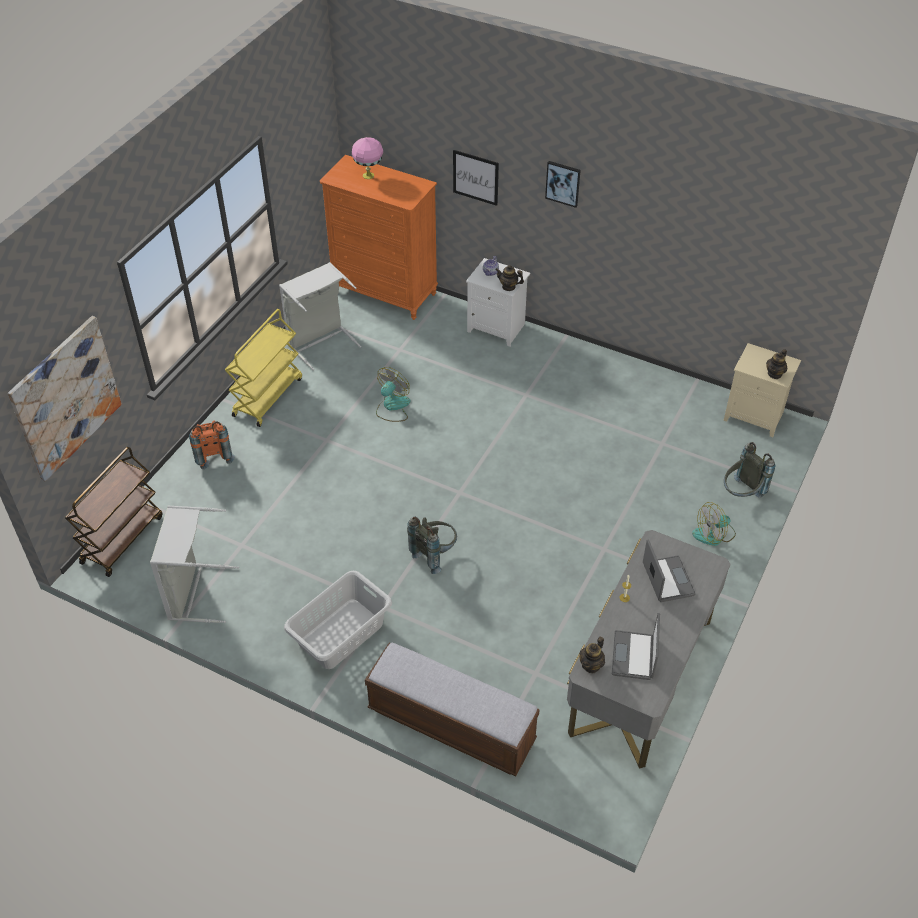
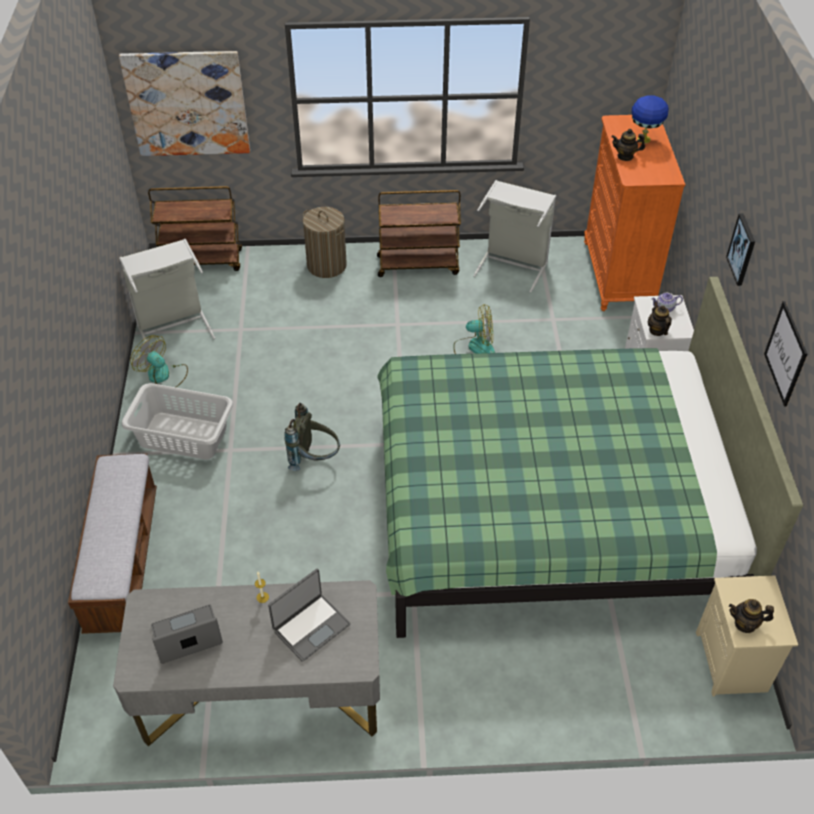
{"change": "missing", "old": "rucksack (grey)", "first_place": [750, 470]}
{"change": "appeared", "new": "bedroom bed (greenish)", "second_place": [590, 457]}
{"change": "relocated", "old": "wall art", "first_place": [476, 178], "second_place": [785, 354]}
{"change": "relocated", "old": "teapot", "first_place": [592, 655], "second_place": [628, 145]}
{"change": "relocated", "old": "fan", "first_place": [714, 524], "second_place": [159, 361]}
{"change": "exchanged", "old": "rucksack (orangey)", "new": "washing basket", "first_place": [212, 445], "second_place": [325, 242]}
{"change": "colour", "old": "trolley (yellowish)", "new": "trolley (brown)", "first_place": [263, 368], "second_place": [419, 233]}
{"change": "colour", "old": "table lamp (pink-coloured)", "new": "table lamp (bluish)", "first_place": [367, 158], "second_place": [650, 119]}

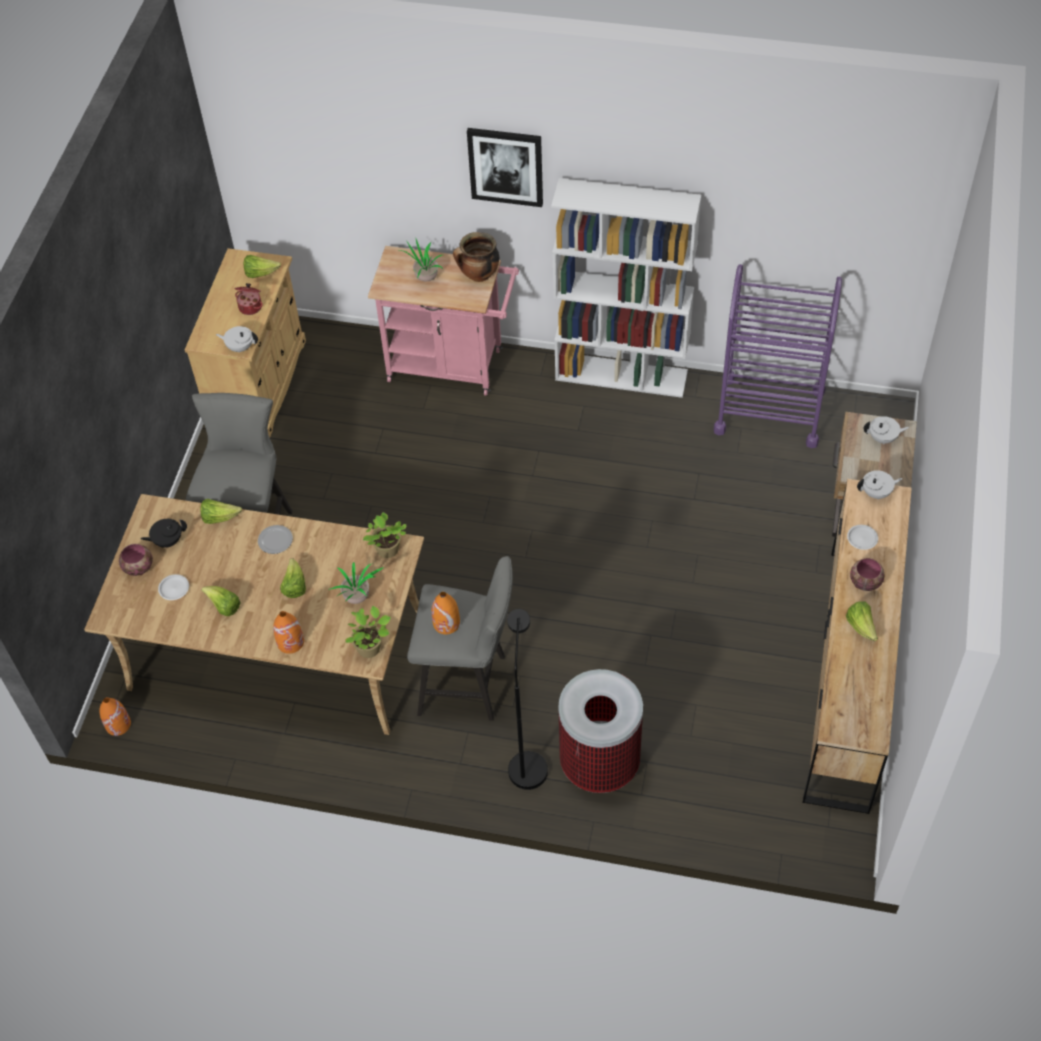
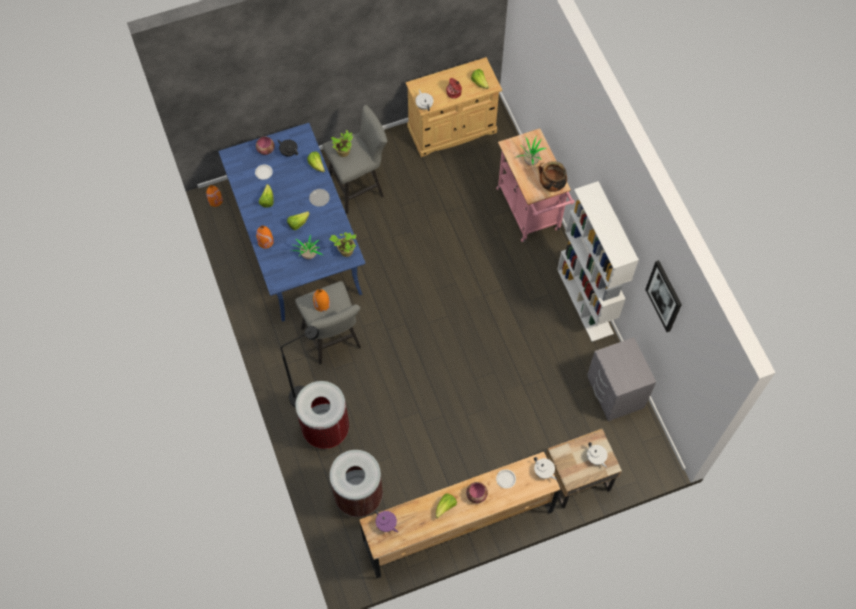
{"change": "appeared", "new": "trash can (brown)", "second_place": [356, 483]}
{"change": "appeared", "new": "teapot (purple-coloured)", "second_place": [386, 521]}
{"change": "relocated", "old": "houseplant", "first_place": [368, 632], "second_place": [342, 143]}
{"change": "relocated", "old": "wall art", "first_place": [505, 167], "second_place": [663, 296]}
{"change": "exchanged", "old": "trolley (purple-coloured)", "new": "night table (grey)", "first_place": [777, 356], "second_place": [621, 379]}
{"change": "colour", "old": "dinner table (beige)", "new": "dinner table (bluish)", "first_place": [254, 614], "second_place": [292, 222]}

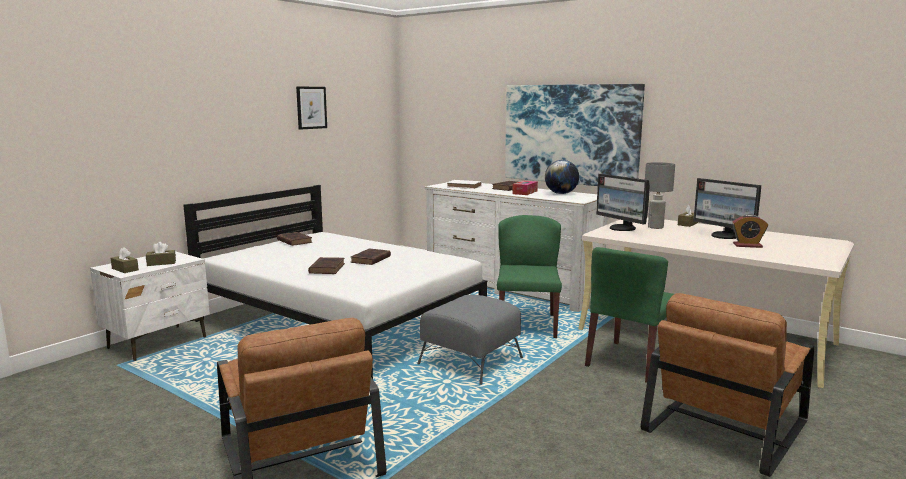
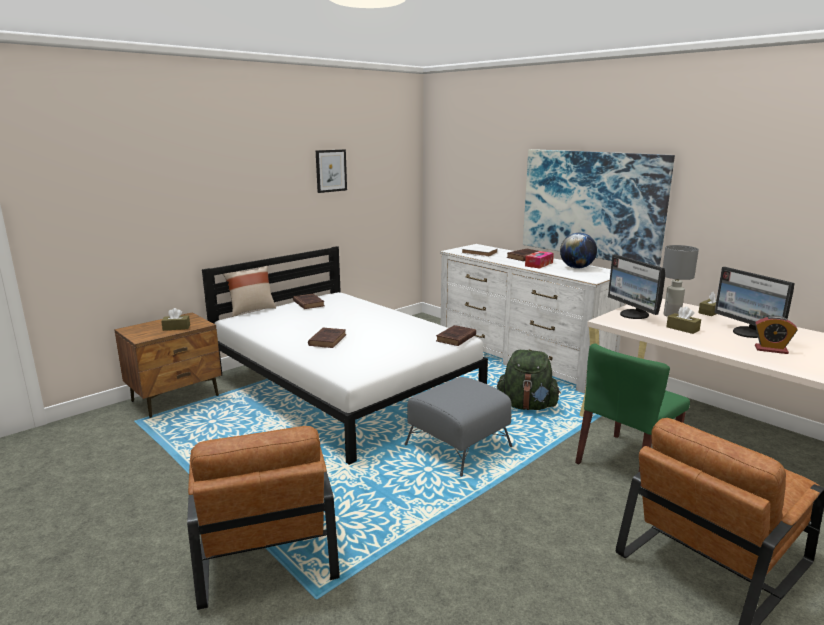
{"change": "appeared", "new": "throw pillow (beige)", "second_place": [249, 291]}
{"change": "relocated", "old": "box of tissues (brown)", "first_place": [125, 260], "second_place": [683, 320]}
{"change": "relocated", "old": "book (brown)", "first_place": [371, 256], "second_place": [456, 335]}
{"change": "exchanged", "old": "upright chair (greenish)", "new": "rucksack (greenish)", "first_place": [529, 276], "second_place": [529, 380]}
{"change": "colour", "old": "night table (whitish)", "new": "night table (brown)", "first_place": [150, 306], "second_place": [168, 365]}

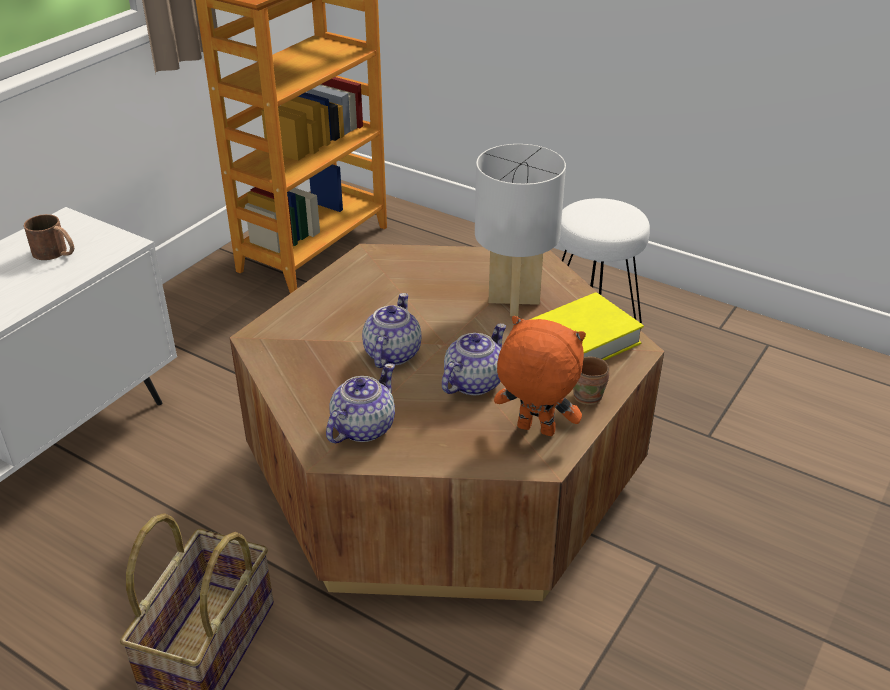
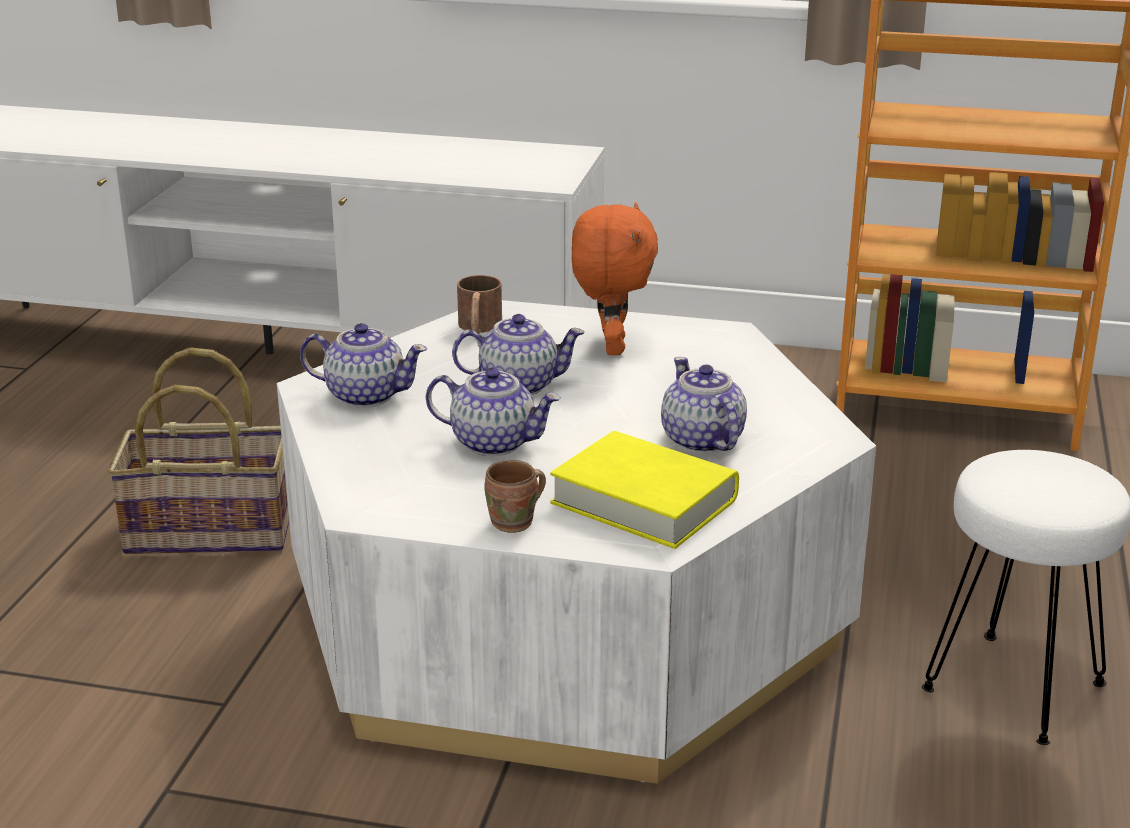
{"change": "relocated", "old": "mug (brown)", "first_place": [49, 237], "second_place": [479, 304]}
{"change": "relocated", "old": "plush toy (orangey)", "first_place": [540, 376], "second_place": [615, 278]}
{"change": "exchanged", "old": "table lamp (whitish)", "new": "teapot", "first_place": [520, 230], "second_place": [704, 405]}
{"change": "colour", "old": "low table (brown)", "new": "low table (whitish)", "first_place": [447, 422], "second_place": [576, 542]}

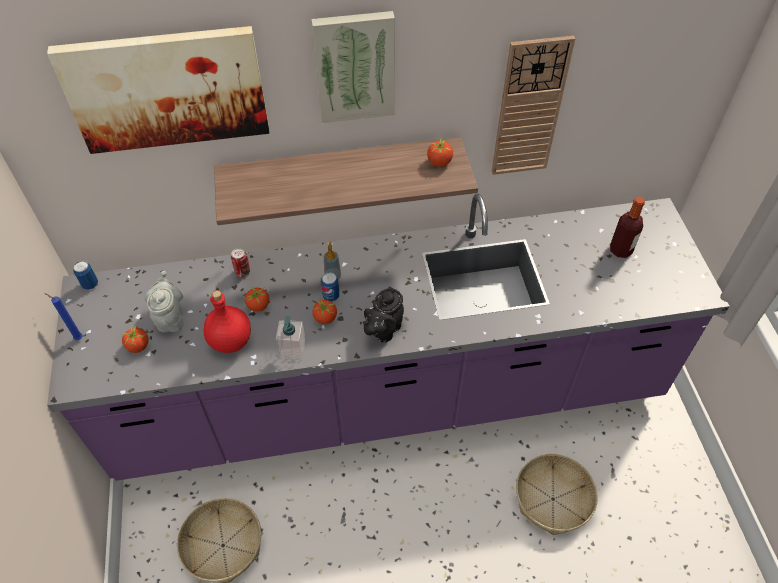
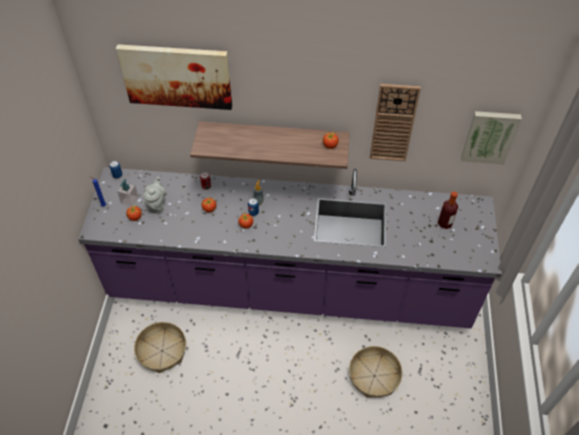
{"change": "missing", "old": "beverage bottle (reddish)", "first_place": [227, 321]}
{"change": "missing", "old": "teapot (black)", "first_place": [383, 315]}
{"change": "relocated", "old": "liquid soap bottle", "first_place": [291, 337], "second_place": [128, 192]}
{"change": "relocated", "old": "wall art", "first_place": [353, 67], "second_place": [491, 137]}

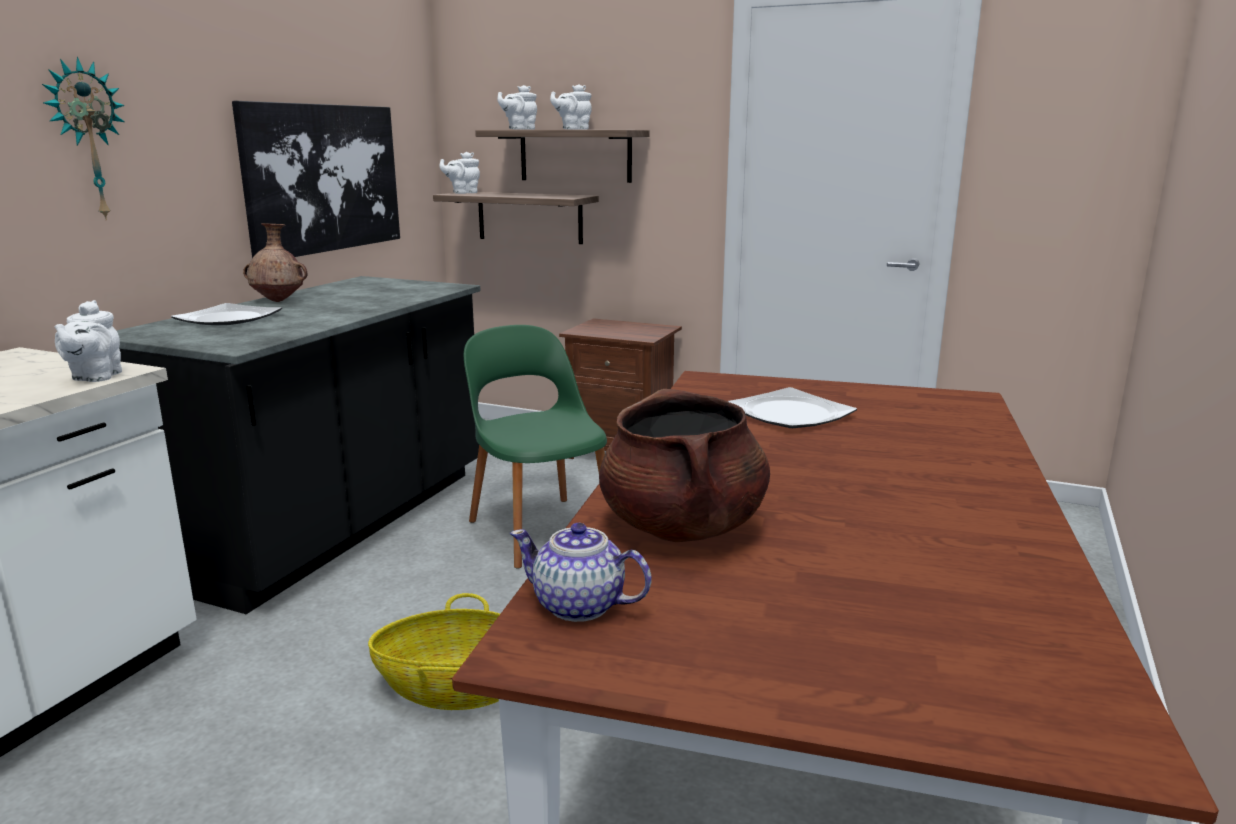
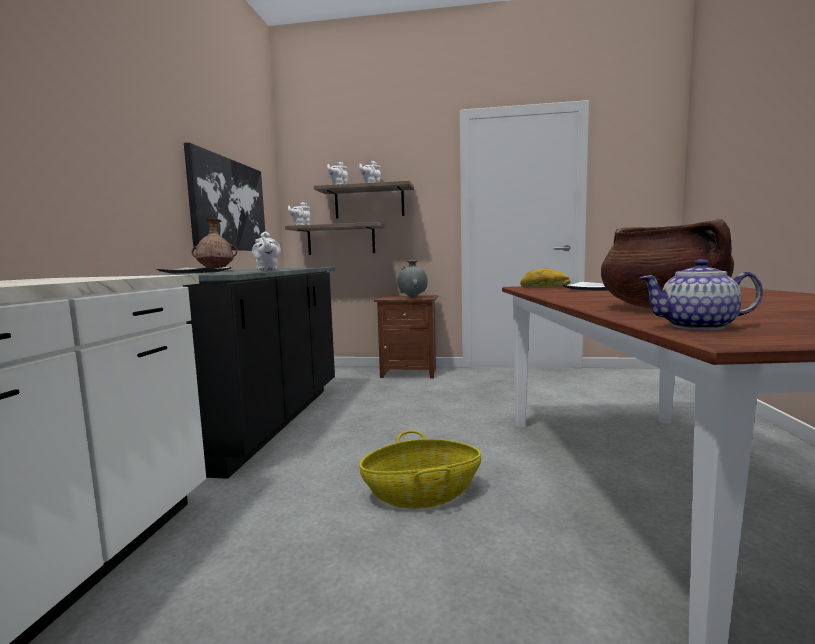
{"change": "missing", "old": "hanging clock", "first_place": [83, 138]}
{"change": "missing", "old": "upright chair (greenish)", "first_place": [535, 447]}
{"change": "appeared", "new": "vase (grey)", "second_place": [413, 279]}
{"change": "appeared", "new": "baked bread", "second_place": [545, 278]}
{"change": "relocated", "old": "teapot (whitish)", "first_place": [88, 341], "second_place": [266, 251]}

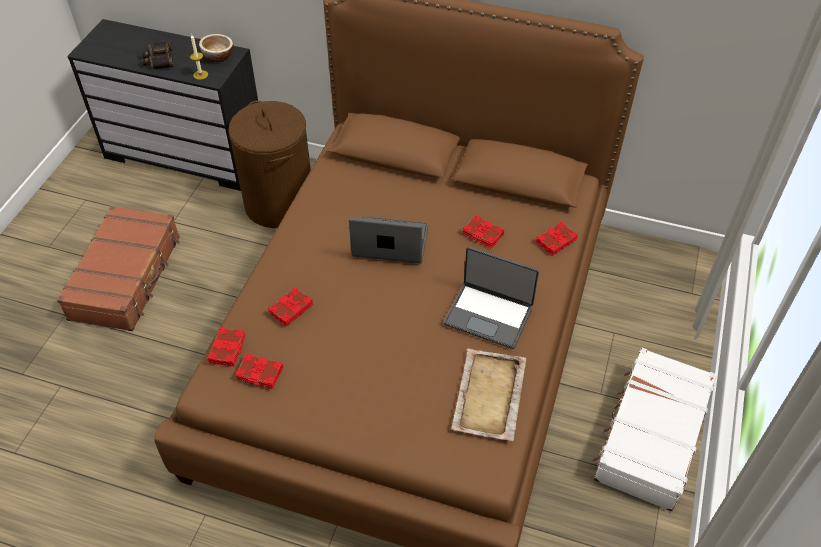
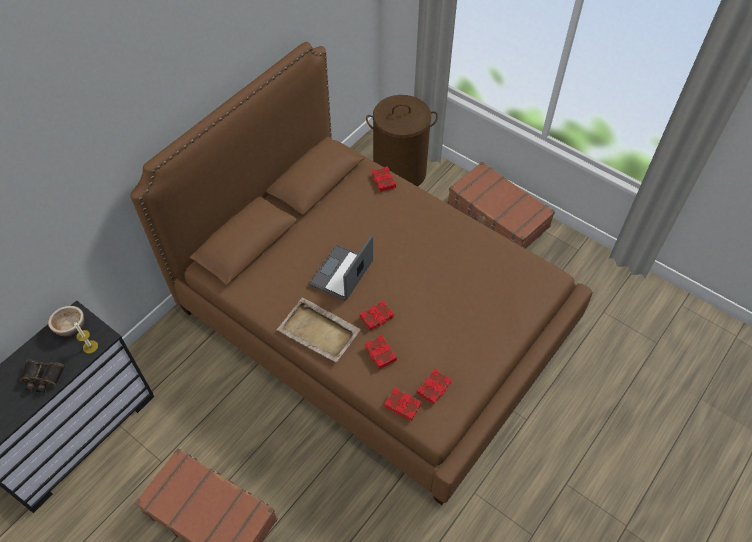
{"change": "missing", "old": "portable computer", "first_place": [491, 297]}
{"change": "relocated", "old": "washing basket (brown)", "first_place": [269, 164], "second_place": [402, 141]}
{"change": "relocated", "old": "serving tray (beige)", "first_place": [488, 394], "second_place": [318, 330]}
{"change": "relocated", "old": "book (reddish)", "first_place": [483, 231], "second_place": [377, 315]}
{"change": "colour", "old": "piece of luggage (whitish)", "new": "piece of luggage (brown)", "first_place": [654, 430], "second_place": [501, 205]}

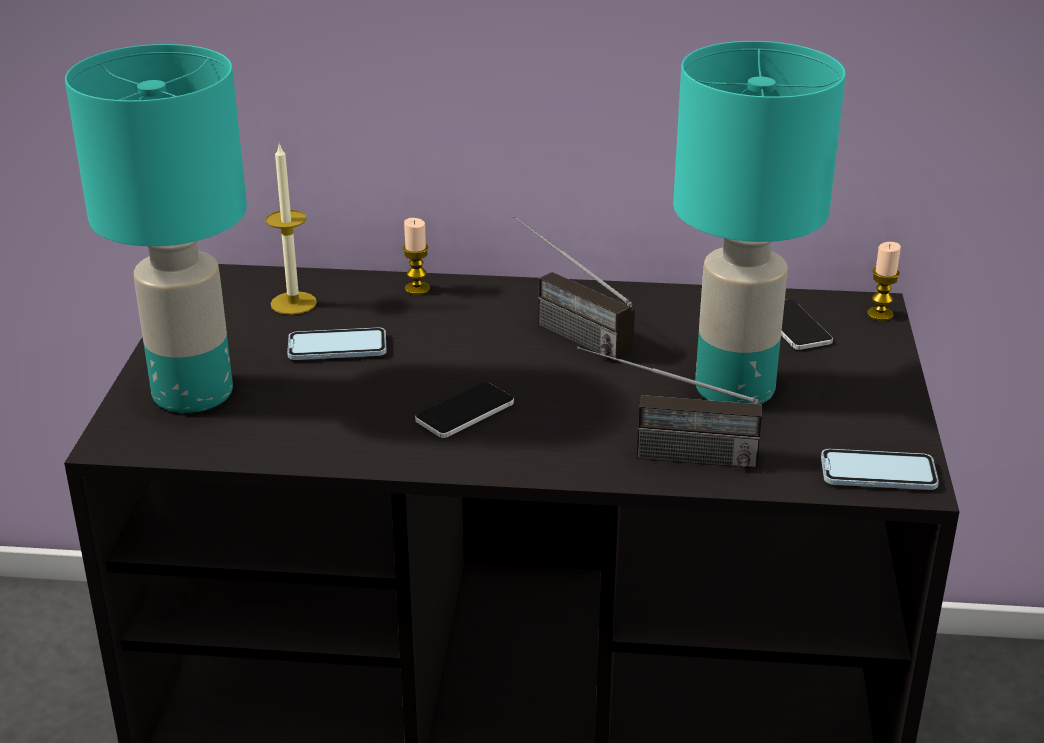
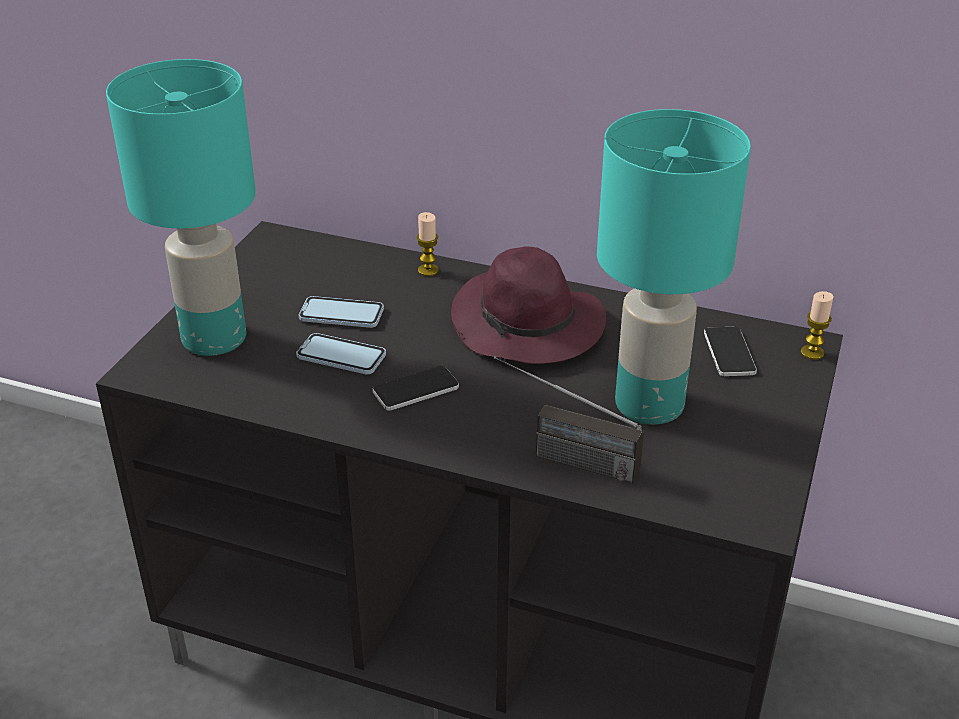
{"change": "missing", "old": "wax candle", "first_place": [291, 229]}
{"change": "relocated", "old": "telephone", "first_place": [880, 469], "second_place": [341, 353]}
{"change": "exchanged", "old": "radio", "new": "hat (purple-coloured)", "first_place": [574, 288], "second_place": [528, 305]}

